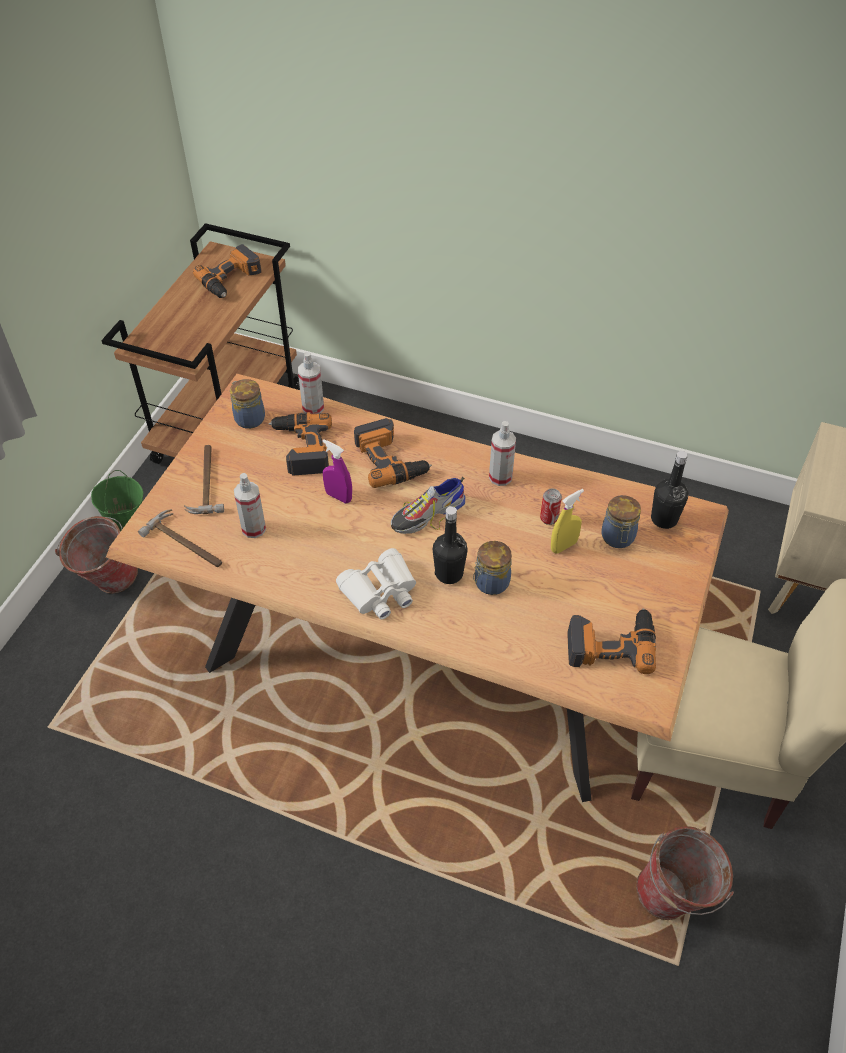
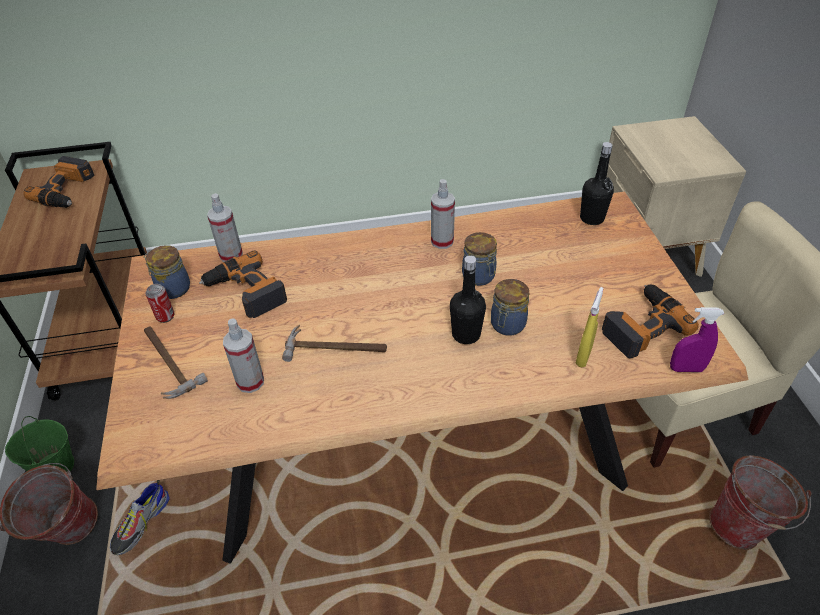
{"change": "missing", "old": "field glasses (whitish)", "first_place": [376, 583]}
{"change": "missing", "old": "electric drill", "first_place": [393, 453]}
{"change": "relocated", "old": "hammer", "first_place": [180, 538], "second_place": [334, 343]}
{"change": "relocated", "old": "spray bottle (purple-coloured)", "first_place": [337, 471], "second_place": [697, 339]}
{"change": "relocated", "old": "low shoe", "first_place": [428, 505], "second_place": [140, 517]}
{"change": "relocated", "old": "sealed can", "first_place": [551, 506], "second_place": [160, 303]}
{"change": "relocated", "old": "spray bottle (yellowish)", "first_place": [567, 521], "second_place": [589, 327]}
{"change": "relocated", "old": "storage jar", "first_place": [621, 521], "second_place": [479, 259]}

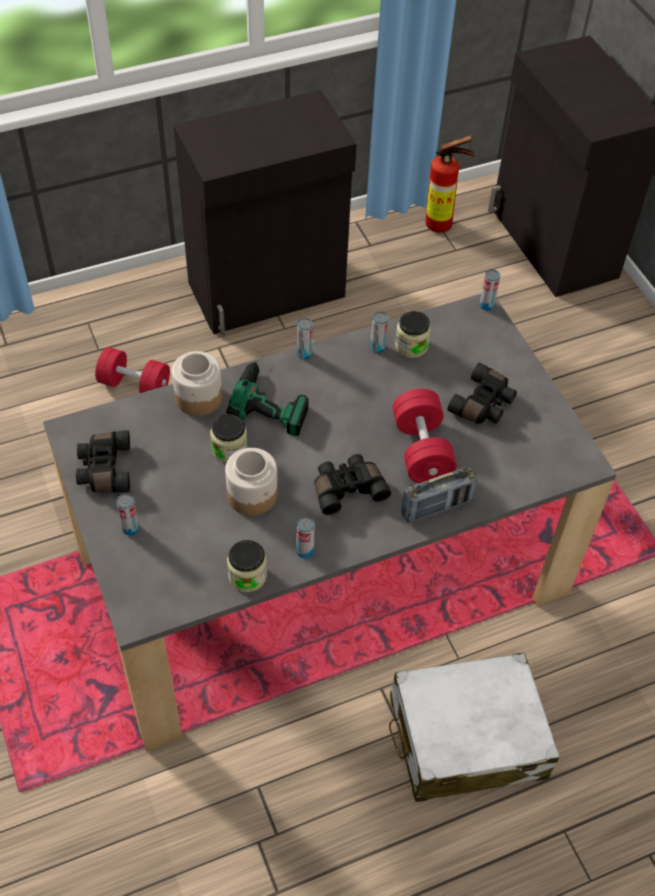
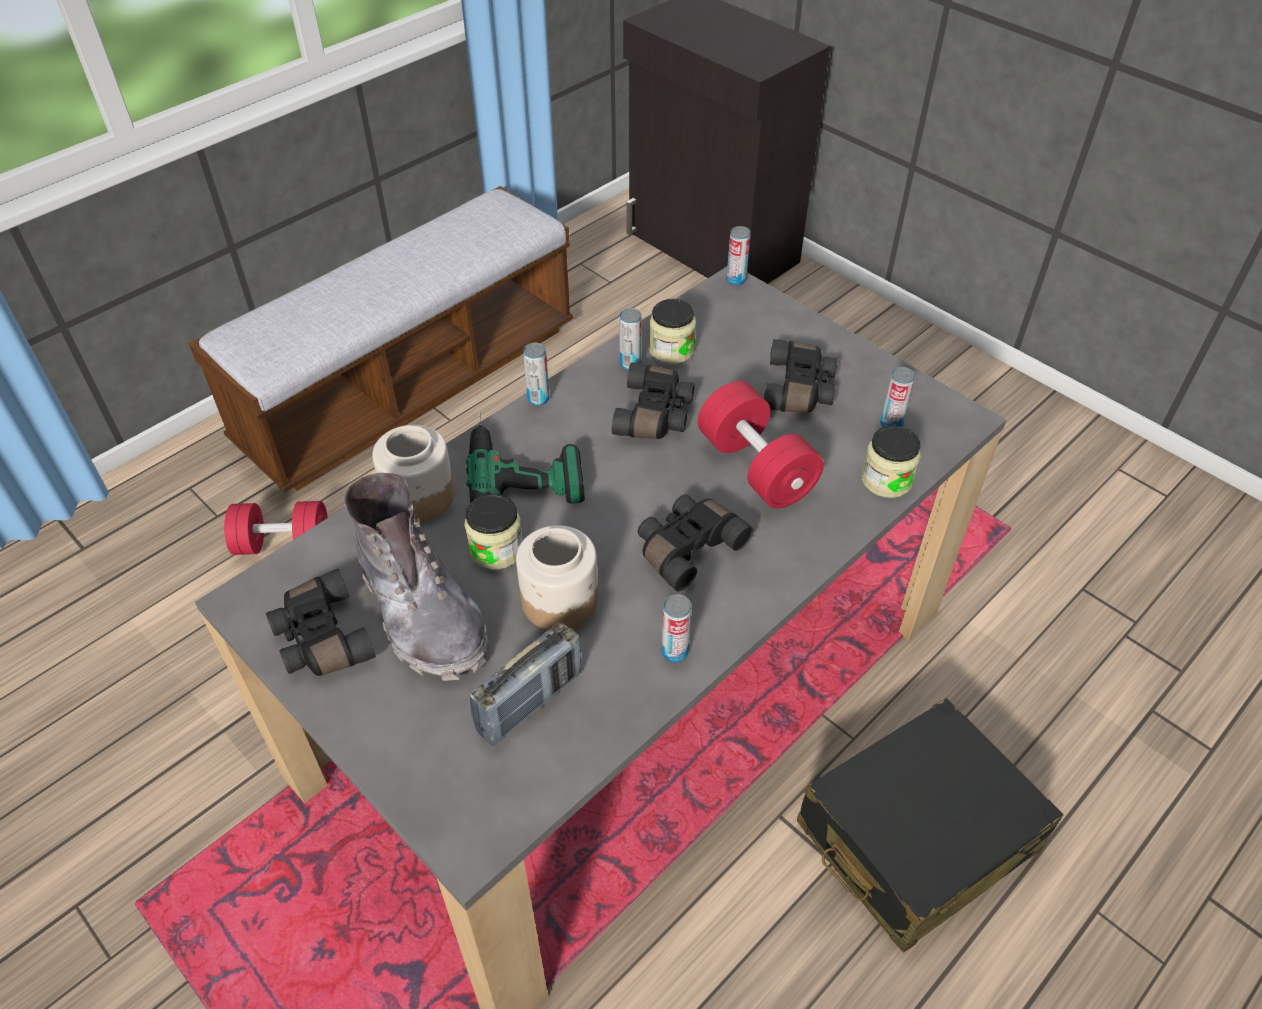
{"change": "missing", "old": "fire extinguisher", "first_place": [450, 184]}
{"change": "appeared", "new": "high-top boot (grey)", "second_place": [416, 577]}
{"change": "appeared", "new": "field glasses (black)", "second_place": [653, 400]}
{"change": "relocated", "old": "sealed can", "first_place": [127, 514], "second_place": [897, 397]}
{"change": "relocated", "old": "storage jar", "first_place": [247, 566], "second_place": [891, 462]}
{"change": "relocated", "old": "radio", "first_place": [439, 495], "second_place": [525, 684]}
{"change": "exchanged", "old": "cupboard (black)", "new": "indoor bench", "first_place": [265, 212], "second_place": [380, 339]}
{"change": "colour", "old": "piece of luggage (whitish)", "new": "piece of luggage (black)", "first_place": [474, 727], "second_place": [930, 825]}

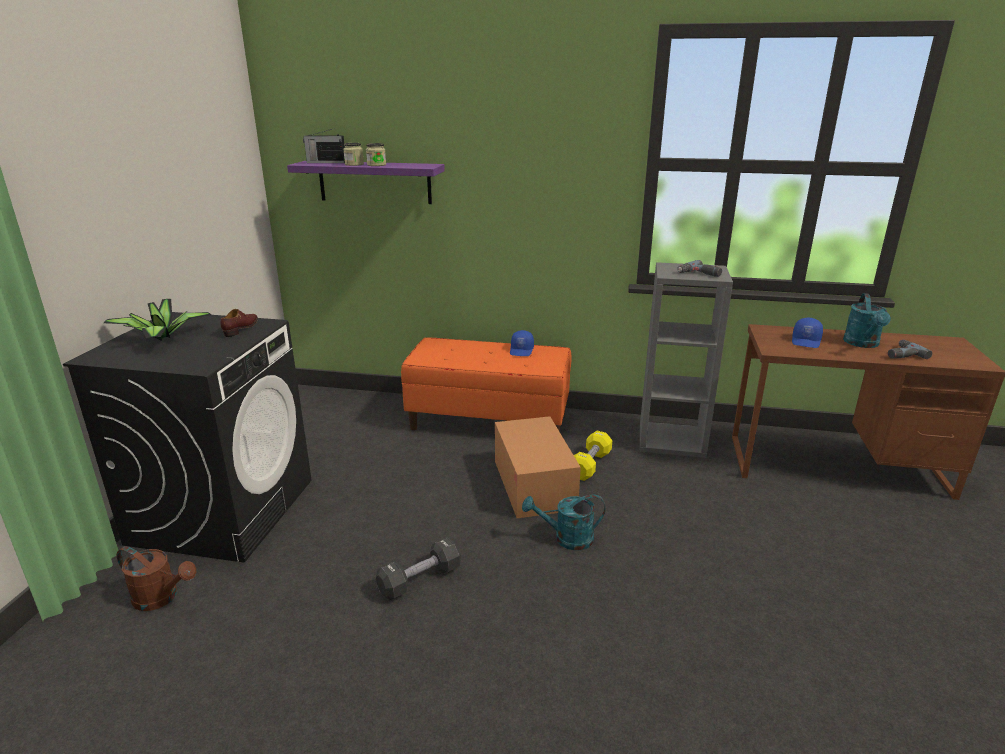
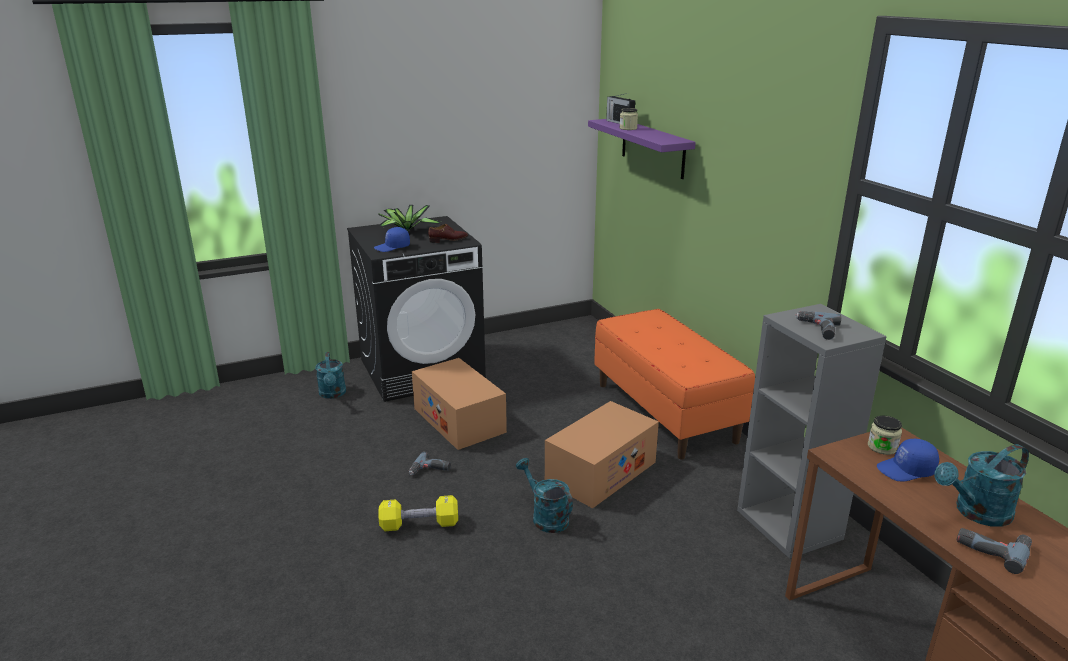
{"change": "appeared", "new": "carton", "second_place": [459, 404]}
{"change": "relocated", "old": "storage jar", "first_place": [376, 154], "second_place": [885, 435]}
{"change": "relocated", "old": "baseball cap (bluish)", "first_place": [522, 343], "second_place": [392, 239]}
{"change": "relocated", "old": "hand weight (yellowish)", "first_place": [593, 456], "second_place": [418, 513]}
{"change": "exchanged", "old": "hand weight (black)", "new": "electric drill", "first_place": [418, 568], "second_place": [429, 463]}
{"change": "colour", "old": "watering pot (brown)", "new": "watering pot (turquoise-coloured)", "first_place": [157, 578], "second_place": [330, 375]}

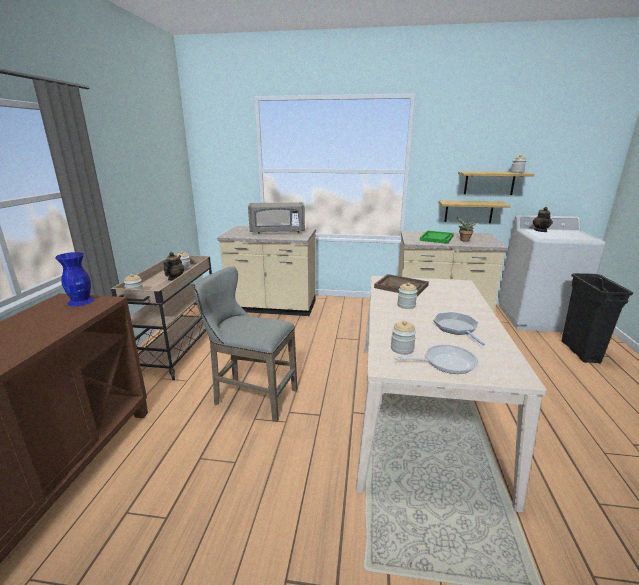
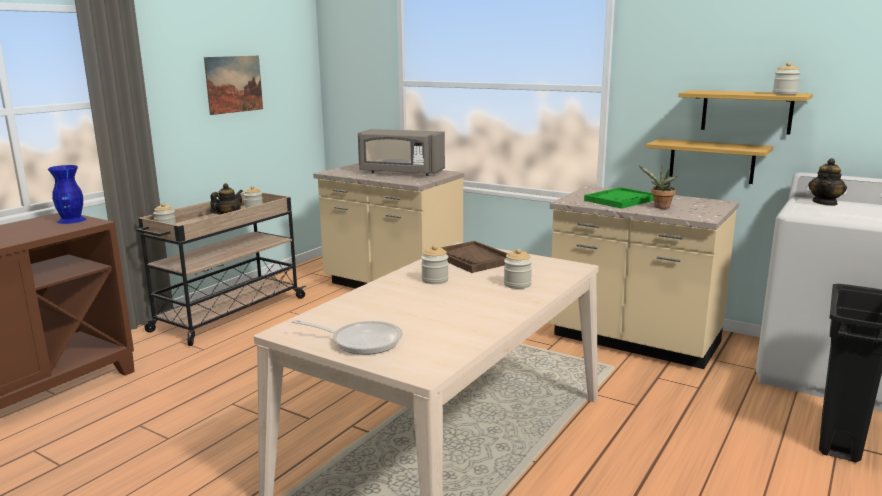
{"change": "missing", "old": "sitting stool (grey)", "first_place": [246, 344]}
{"change": "missing", "old": "pan", "first_place": [459, 329]}
{"change": "appeared", "new": "wall art", "second_place": [233, 85]}
{"change": "relocated", "old": "storage jar", "first_place": [403, 338], "second_place": [518, 269]}

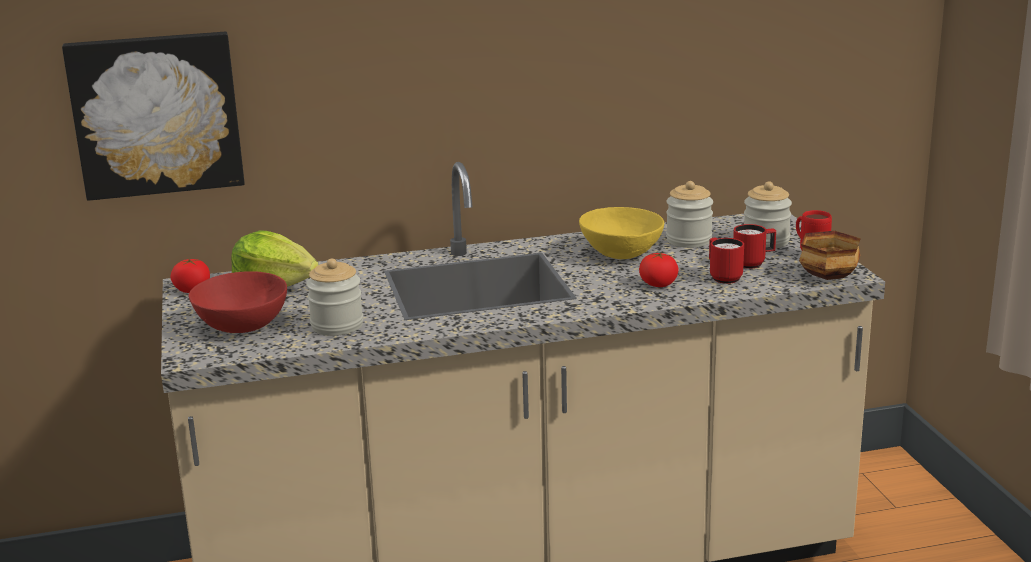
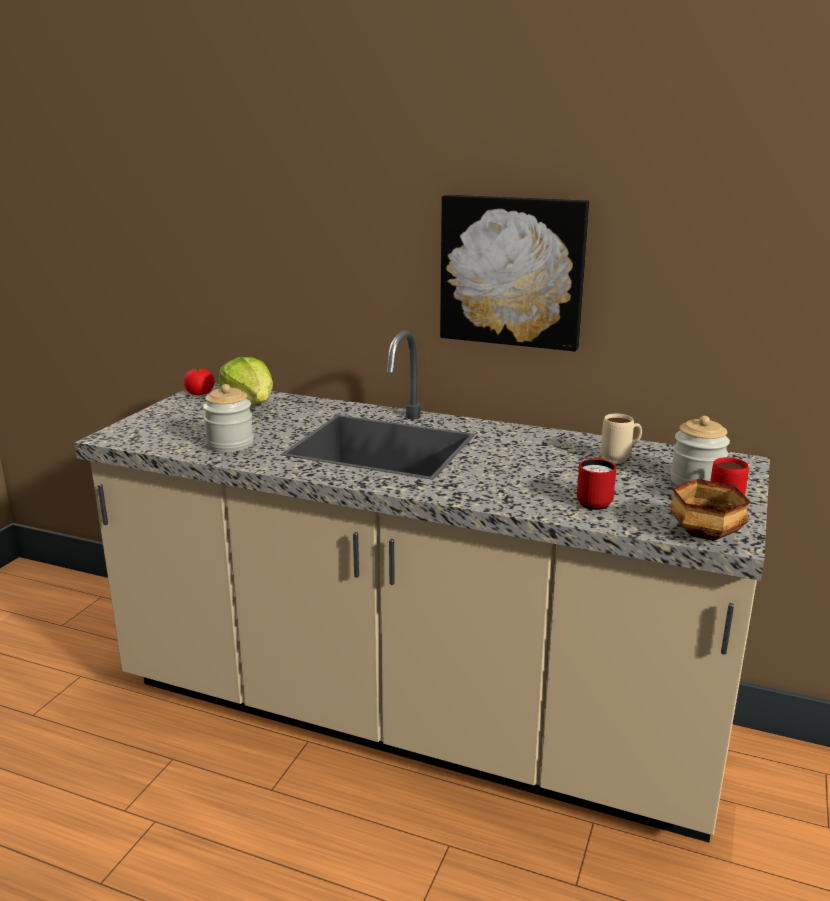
{"change": "missing", "old": "deep dish (reddish)", "first_place": [237, 302]}
{"change": "missing", "old": "deep dish (yellowish)", "first_place": [621, 233]}
{"change": "missing", "old": "fresh tomato", "first_place": [659, 269]}
{"change": "missing", "old": "mug (reddish)", "first_place": [754, 246]}
{"change": "relocated", "old": "wall art", "first_place": [153, 116], "second_place": [514, 273]}
{"change": "exchanged", "old": "storage jar", "new": "mug (beige)", "first_place": [689, 214], "second_place": [621, 439]}

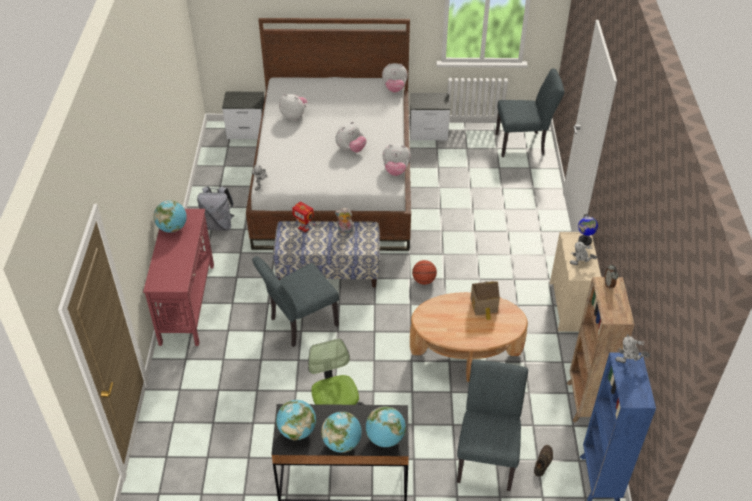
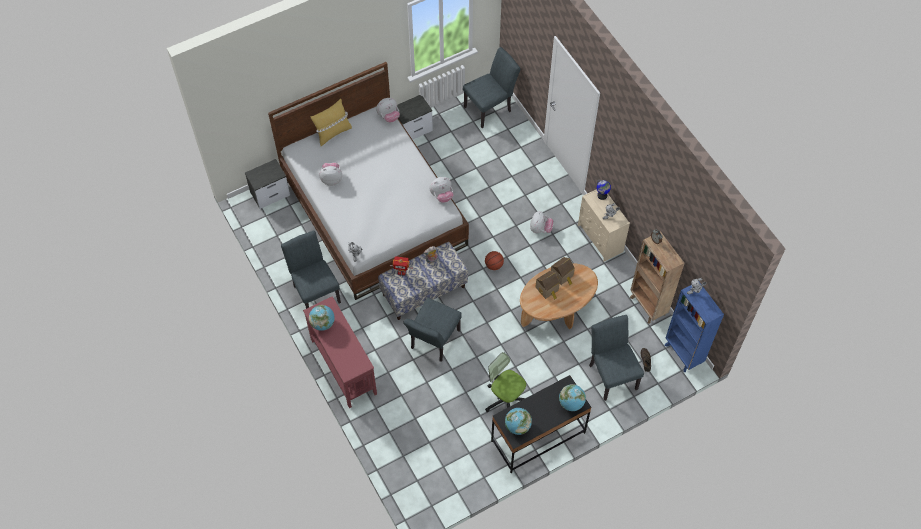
{"change": "missing", "old": "world globe", "first_place": [341, 432]}
{"change": "appeared", "new": "throw pillow (yellowish)", "second_place": [331, 122]}
{"change": "appeared", "new": "miniature house", "second_place": [548, 285]}
{"change": "relocated", "old": "plush toy", "first_place": [351, 137], "second_place": [542, 222]}
{"change": "exchanged", "old": "rucksack (grey)", "new": "upright chair (grey)", "first_place": [215, 208], "second_place": [311, 270]}

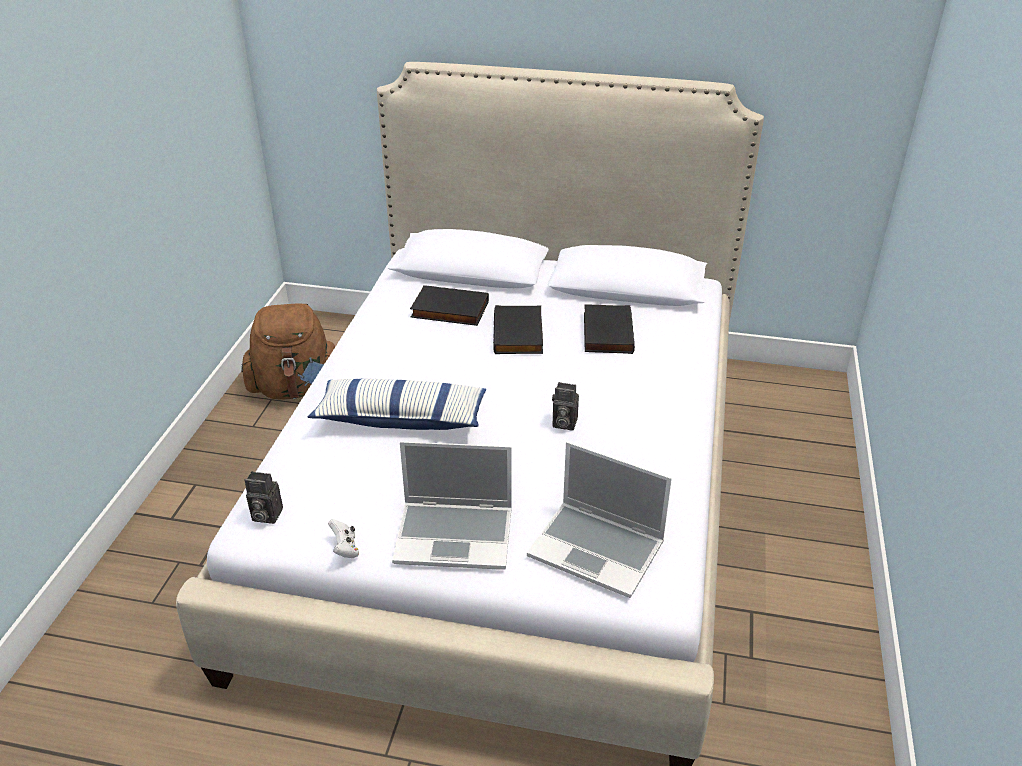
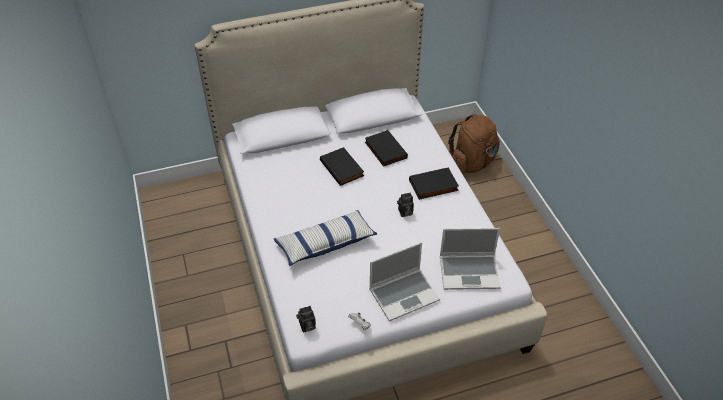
{"change": "relocated", "old": "rucksack (brown)", "first_place": [288, 351], "second_place": [474, 144]}
{"change": "relocated", "old": "book (black)", "first_place": [449, 305], "second_place": [434, 183]}

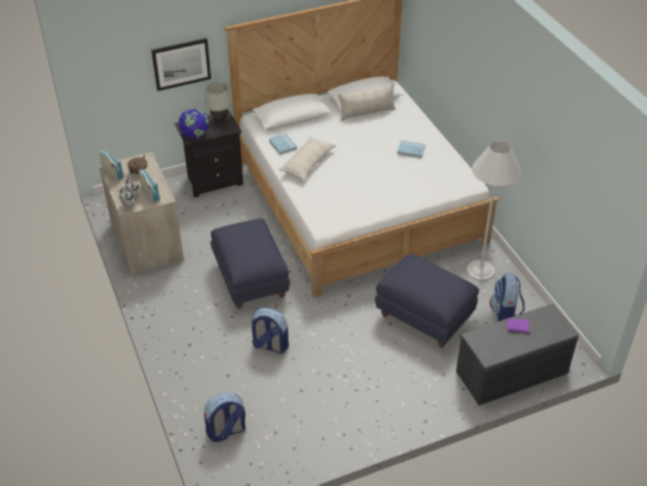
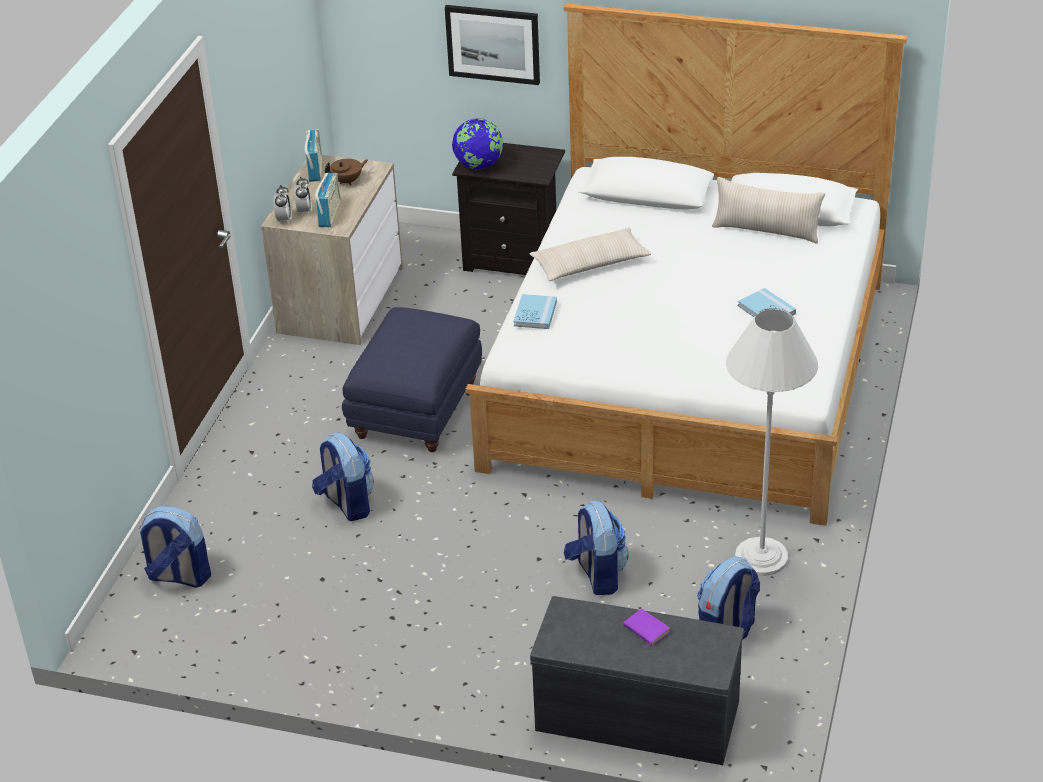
{"change": "missing", "old": "table lamp (whitish)", "first_place": [218, 102]}
{"change": "relocated", "old": "book (bluish)", "first_place": [283, 144], "second_place": [535, 311]}
{"change": "exchanged", "old": "footrest (bluish)", "new": "rucksack", "first_place": [427, 301], "second_place": [596, 548]}

